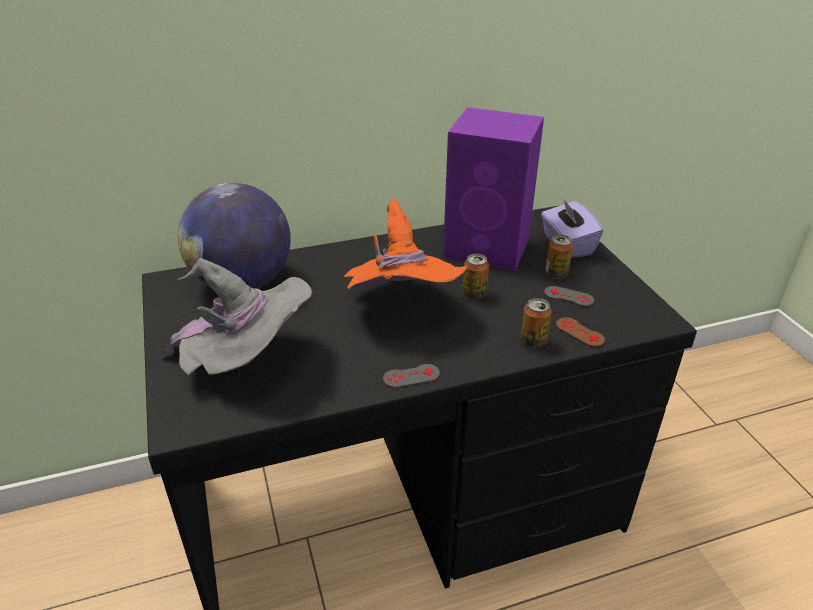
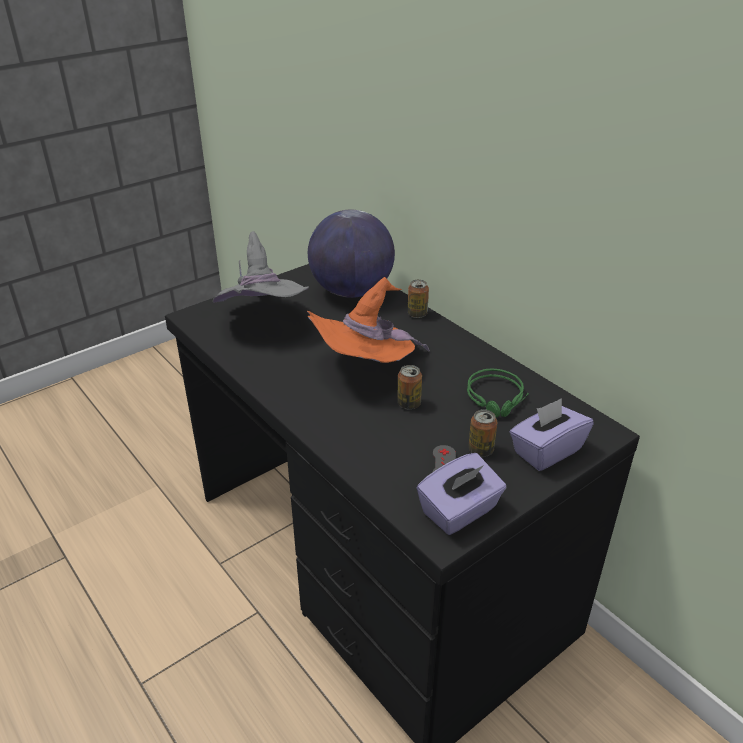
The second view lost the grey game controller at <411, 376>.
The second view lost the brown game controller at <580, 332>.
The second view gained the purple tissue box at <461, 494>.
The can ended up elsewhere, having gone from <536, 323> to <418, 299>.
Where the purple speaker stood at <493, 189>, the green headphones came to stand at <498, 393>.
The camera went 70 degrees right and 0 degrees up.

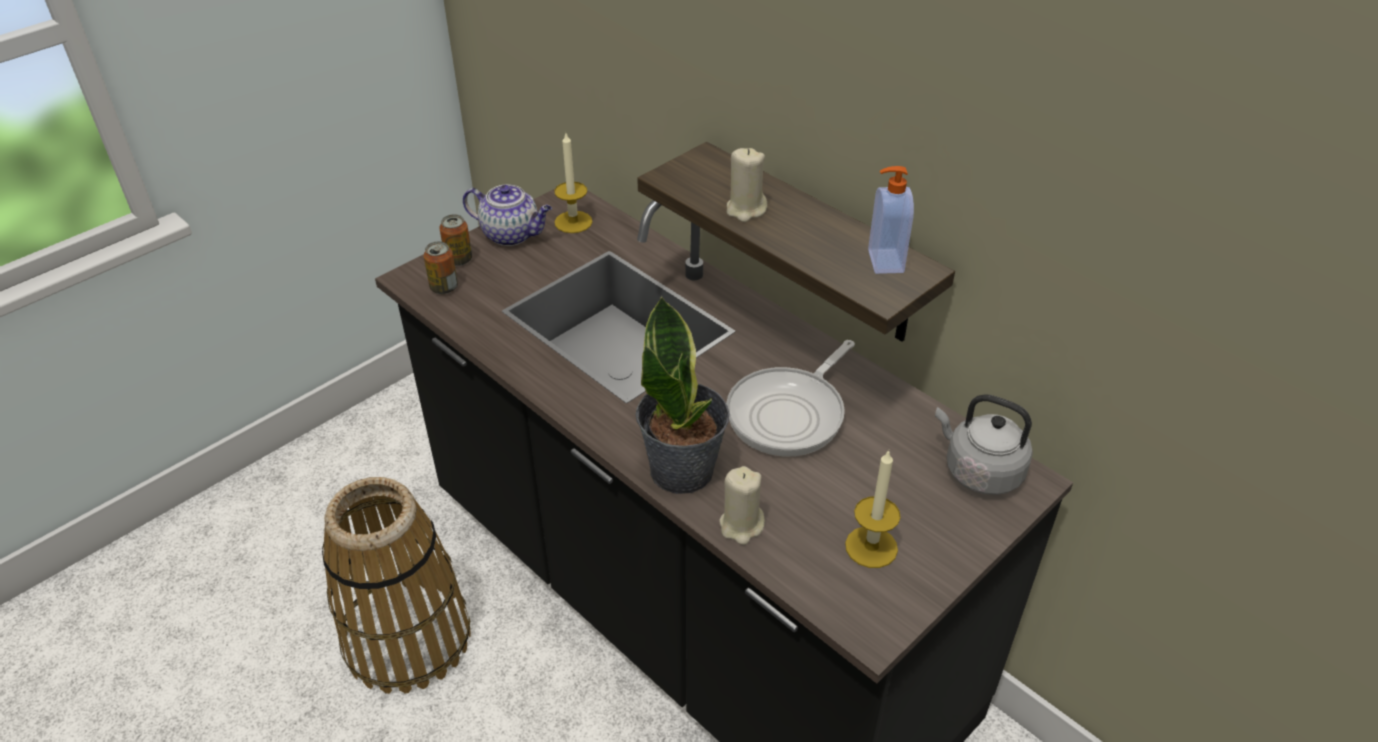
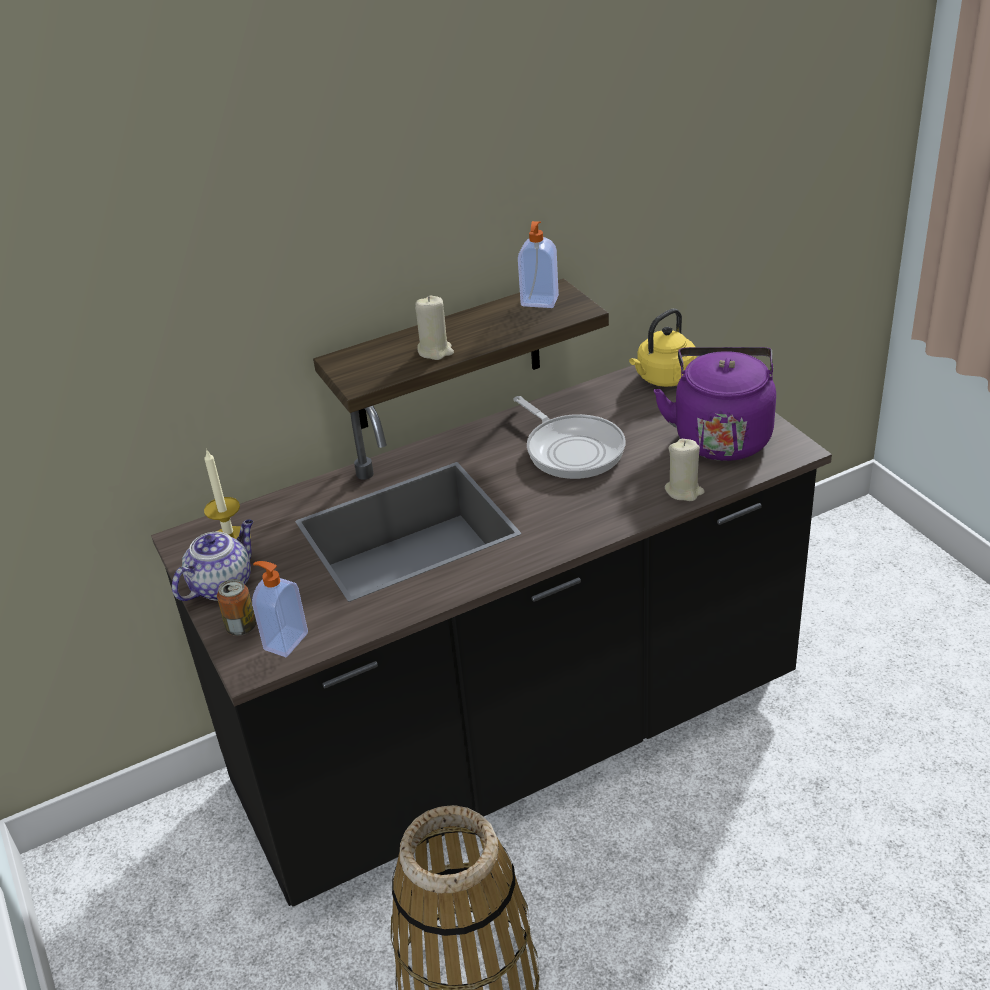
The second view lost the potted plant at <682, 395>.
Where the can stood at <441, 267>, the soap dispenser came to stand at <280, 609>.
Where the candle stood at <873, 509>, the purple kettle came to stand at <715, 404>.
What was the grey kettle at <984, 444> turned into the yellow kettle at <663, 347>.
The camera went 70 degrees left and 5 degrees down.

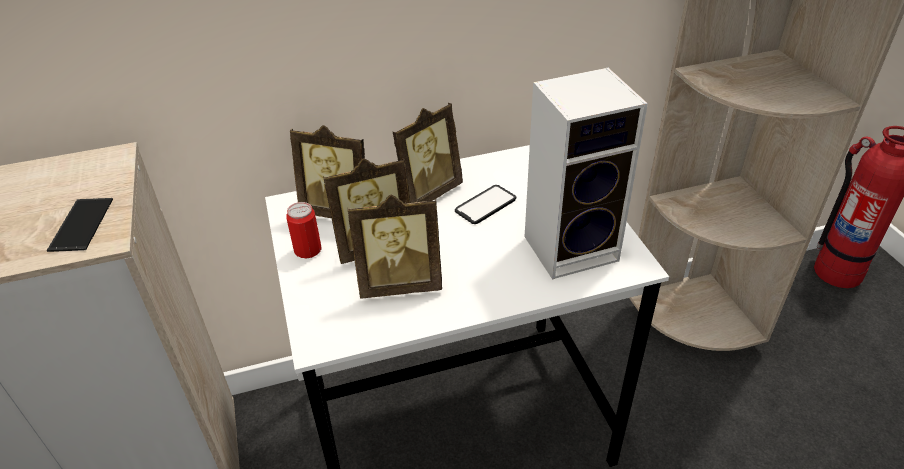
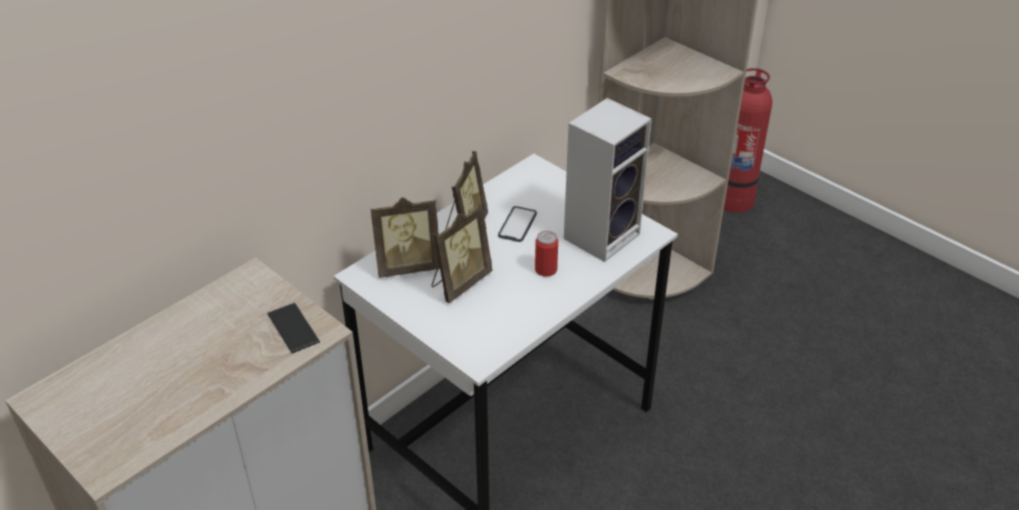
The second view lost the picture frame at <395, 247>.
The can ended up elsewhere, having gone from <304, 230> to <546, 254>.
The camera went 30 degrees left and 0 degrees up.

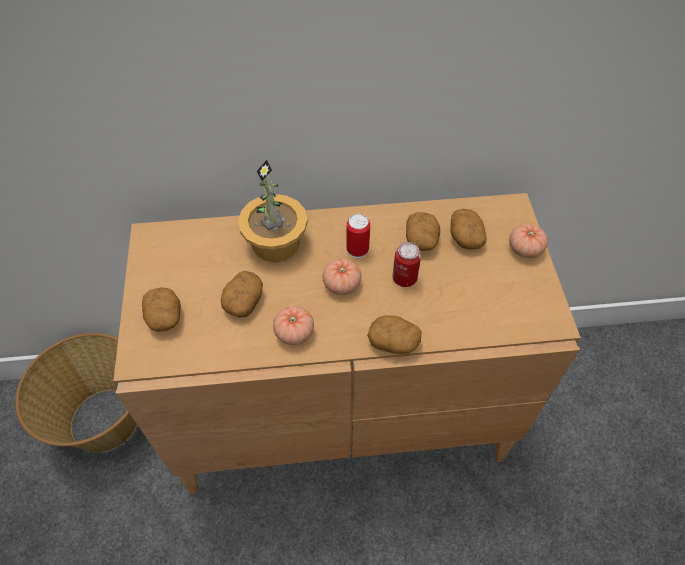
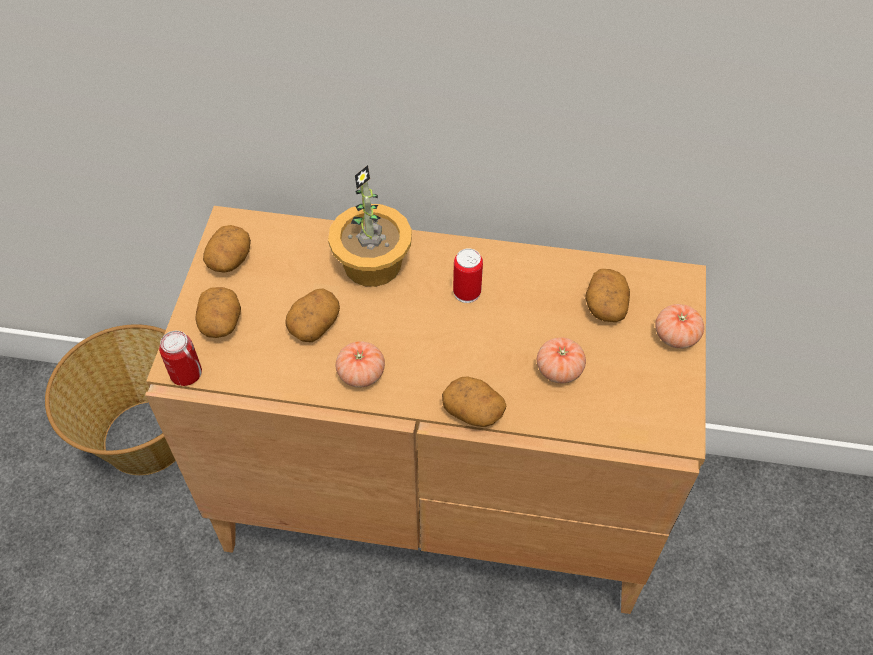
The tomato ended up elsewhere, having gone from <341, 277> to <561, 360>.
The can ended up elsewhere, having gone from <406, 264> to <180, 358>.
The potato ended up elsewhere, having gone from <423, 231> to <227, 249>.
The camera went 15 degrees right and 0 degrees up.

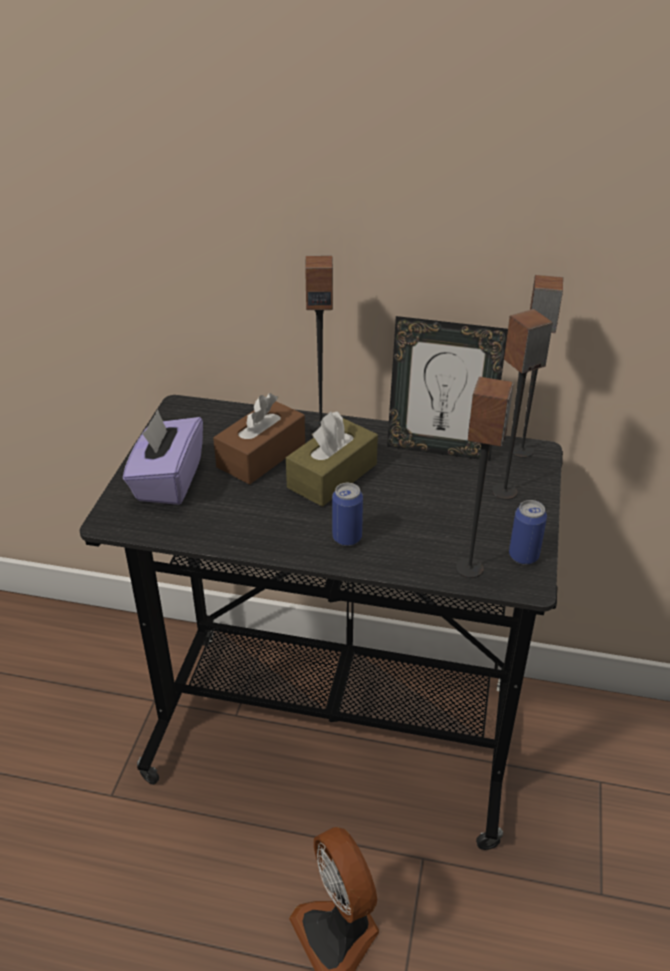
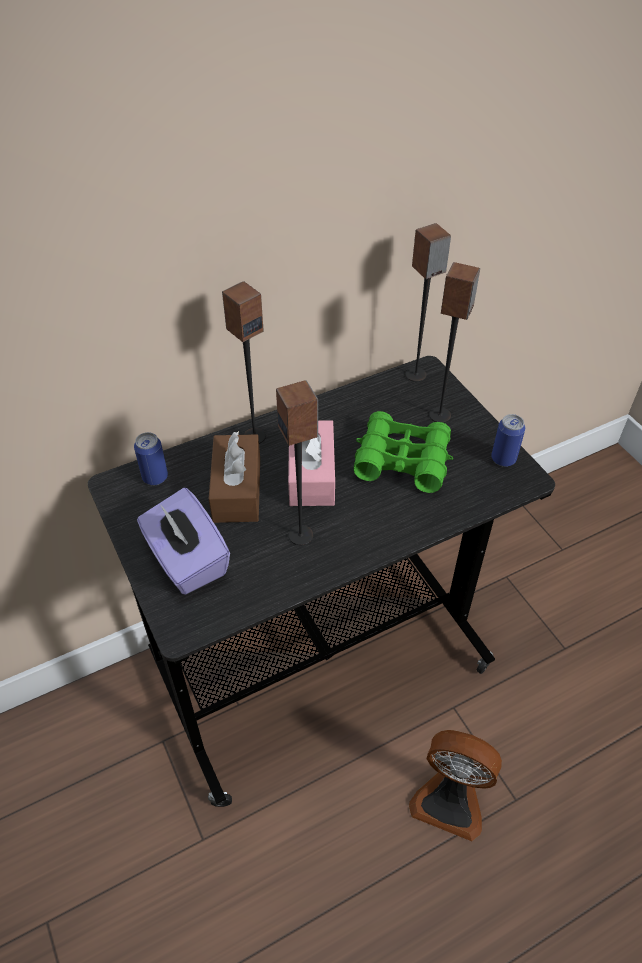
The second view lost the picture frame at <447, 388>.
The second view gained the green binoculars at <403, 452>.
The can ended up elsewhere, having gone from <347, 514> to <151, 458>.
The speaker ended up elsewhere, having gone from <485, 477> to <297, 462>.
What was the brown tissue box at <332, 459> turned into the pink tissue box at <311, 463>.
The camera went 40 degrees left and 10 degrees up.

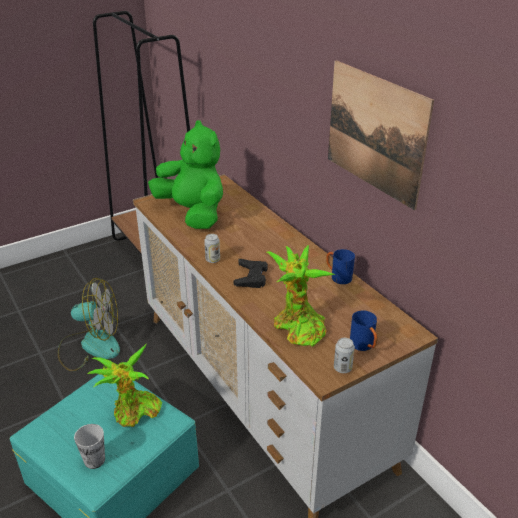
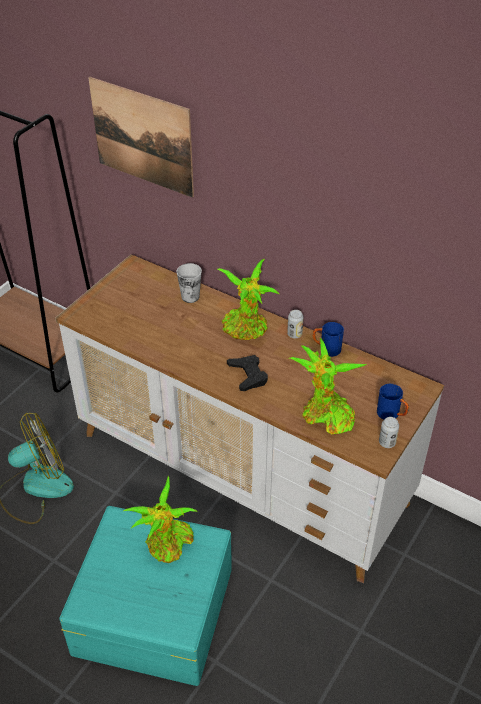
The second view lost the green plush toy at <185, 174>.
The second view gained the potted plant at <248, 299>.
The cup ended up elsewhere, having gone from <89, 446> to <189, 283>.
The can ended up elsewhere, having gone from <212, 248> to <295, 324>.
The picture ended up elsewhere, having gone from <381, 135> to <141, 137>.
The camera went 25 degrees left and 10 degrees up.

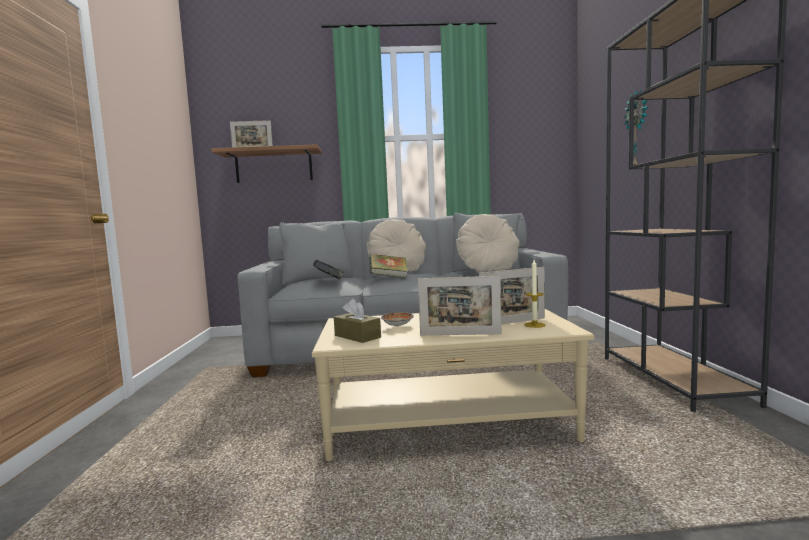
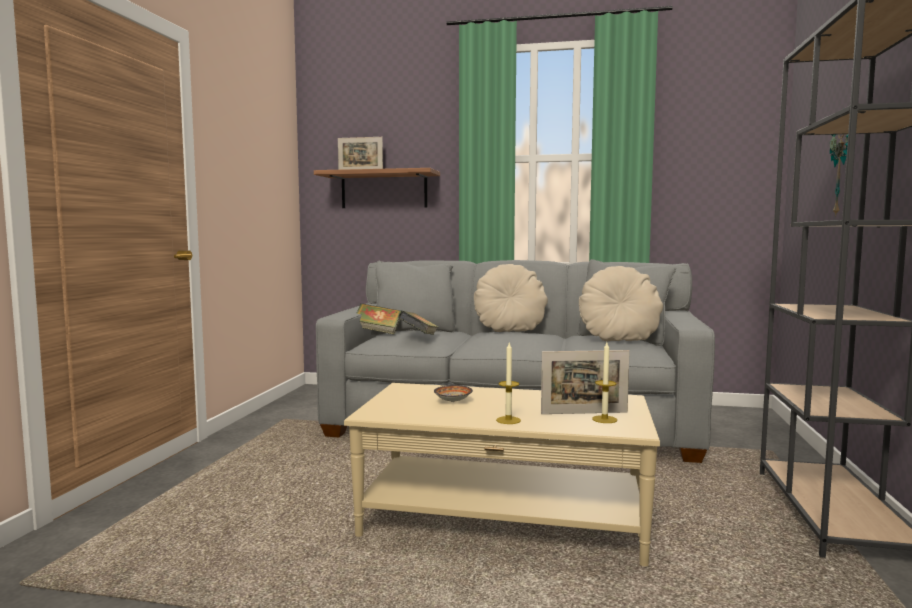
The second view lost the brown tissue box at <357, 321>.
The book ended up elsewhere, having gone from <389, 266> to <379, 319>.
Where the picture frame stood at <460, 305>, the candle came to stand at <508, 383>.
The camera went 15 degrees right and 0 degrees up.

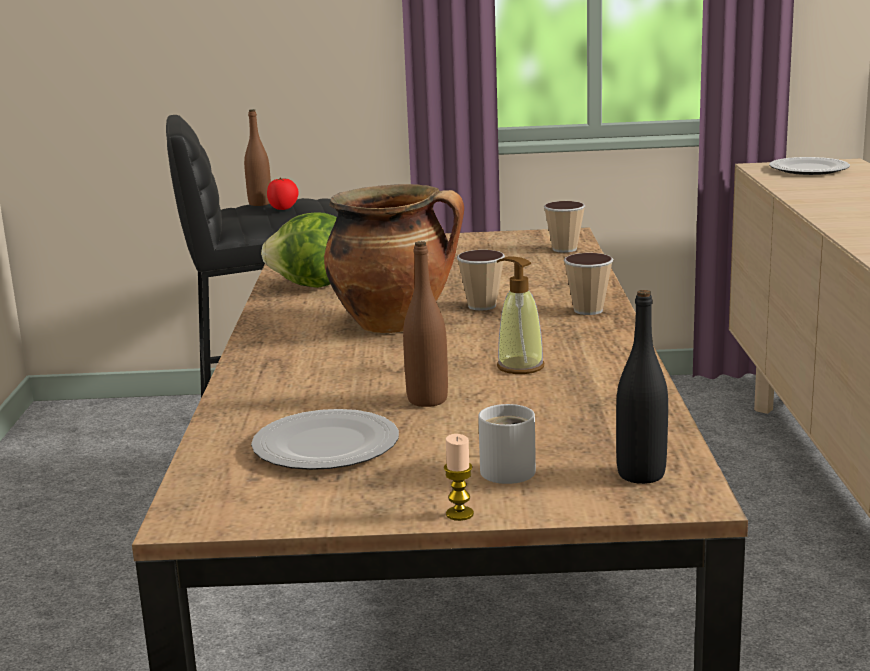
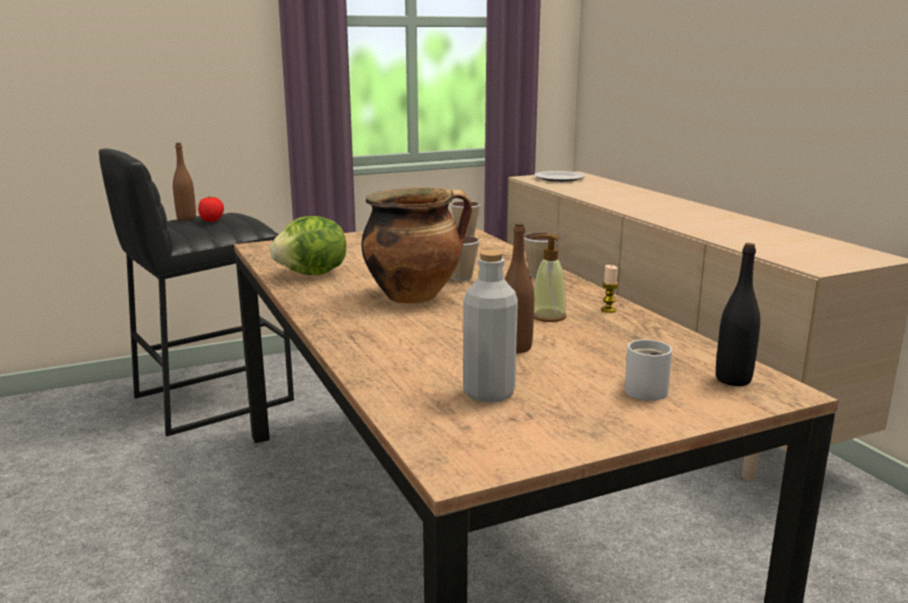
The candle ended up elsewhere, having gone from <459, 477> to <609, 289>.
Where the plate stood at <325, 439>, the grey bottle came to stand at <490, 326>.
The camera went 25 degrees left and 0 degrees up.

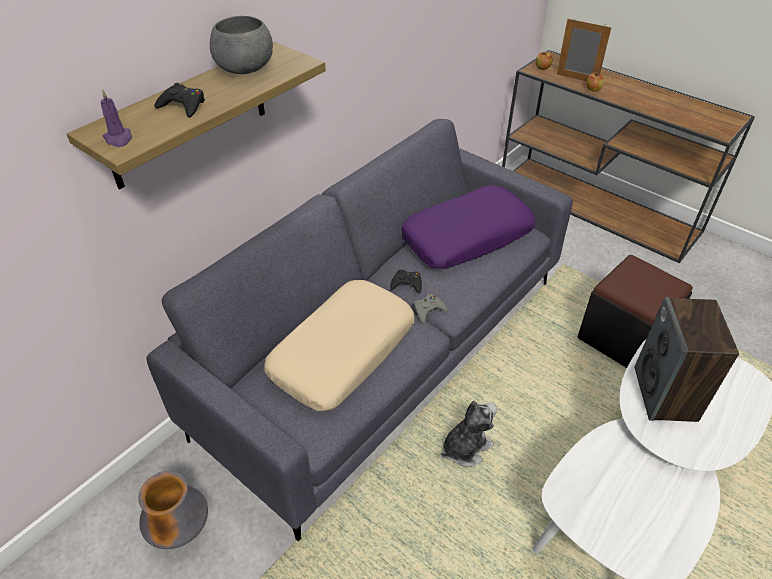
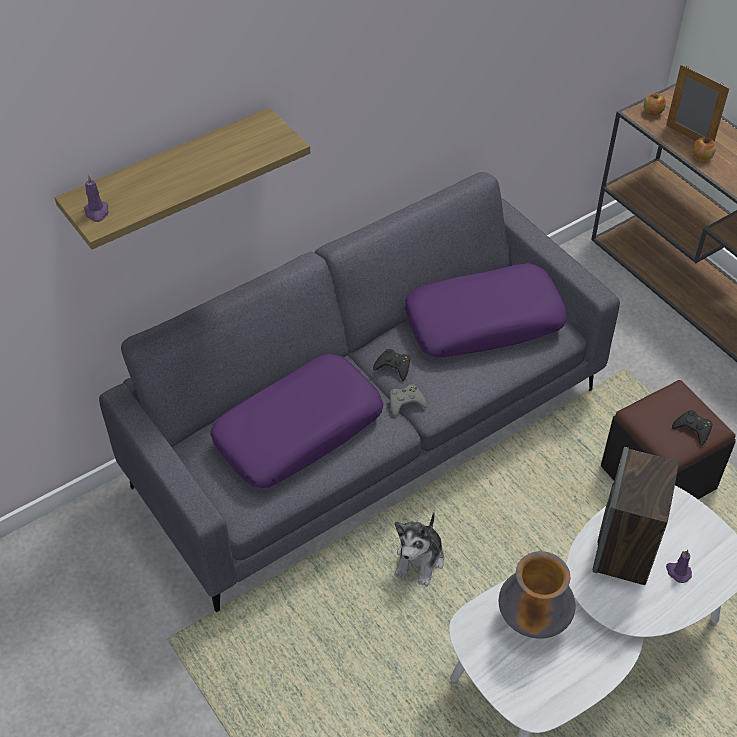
The second view lost the grey bowl at <241, 45>.
The second view gained the purple candle at <679, 566>.
The vase ended up elsewhere, having gone from <173, 510> to <537, 595>.
The black game controller ended up elsewhere, having gone from <179, 100> to <692, 428>.
What was the beige pillow at <339, 345> turned into the purple pillow at <296, 421>.
The plush toy at <469, 434> ended up facing another way, 135 degrees clockwise from before.
The camera went 15 degrees right and 5 degrees up.

